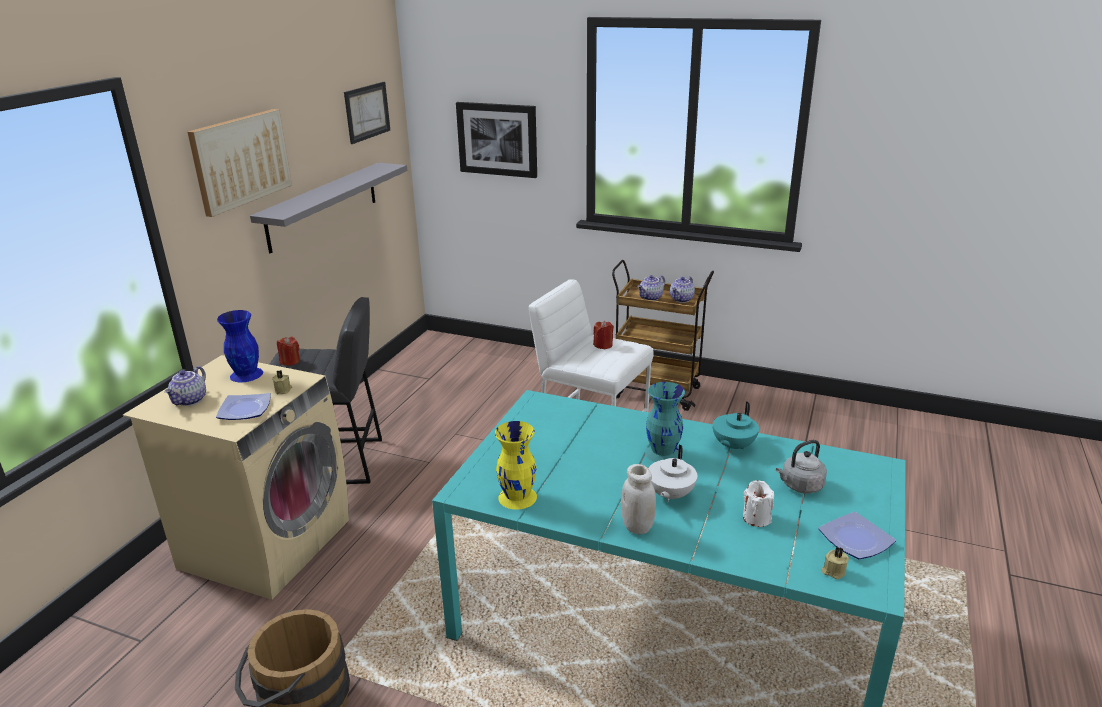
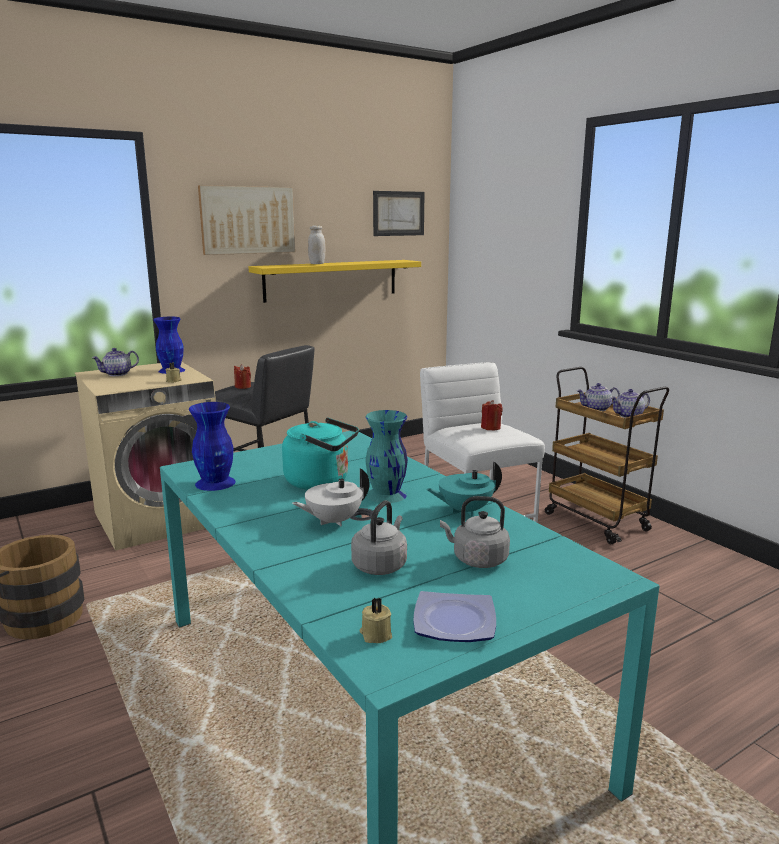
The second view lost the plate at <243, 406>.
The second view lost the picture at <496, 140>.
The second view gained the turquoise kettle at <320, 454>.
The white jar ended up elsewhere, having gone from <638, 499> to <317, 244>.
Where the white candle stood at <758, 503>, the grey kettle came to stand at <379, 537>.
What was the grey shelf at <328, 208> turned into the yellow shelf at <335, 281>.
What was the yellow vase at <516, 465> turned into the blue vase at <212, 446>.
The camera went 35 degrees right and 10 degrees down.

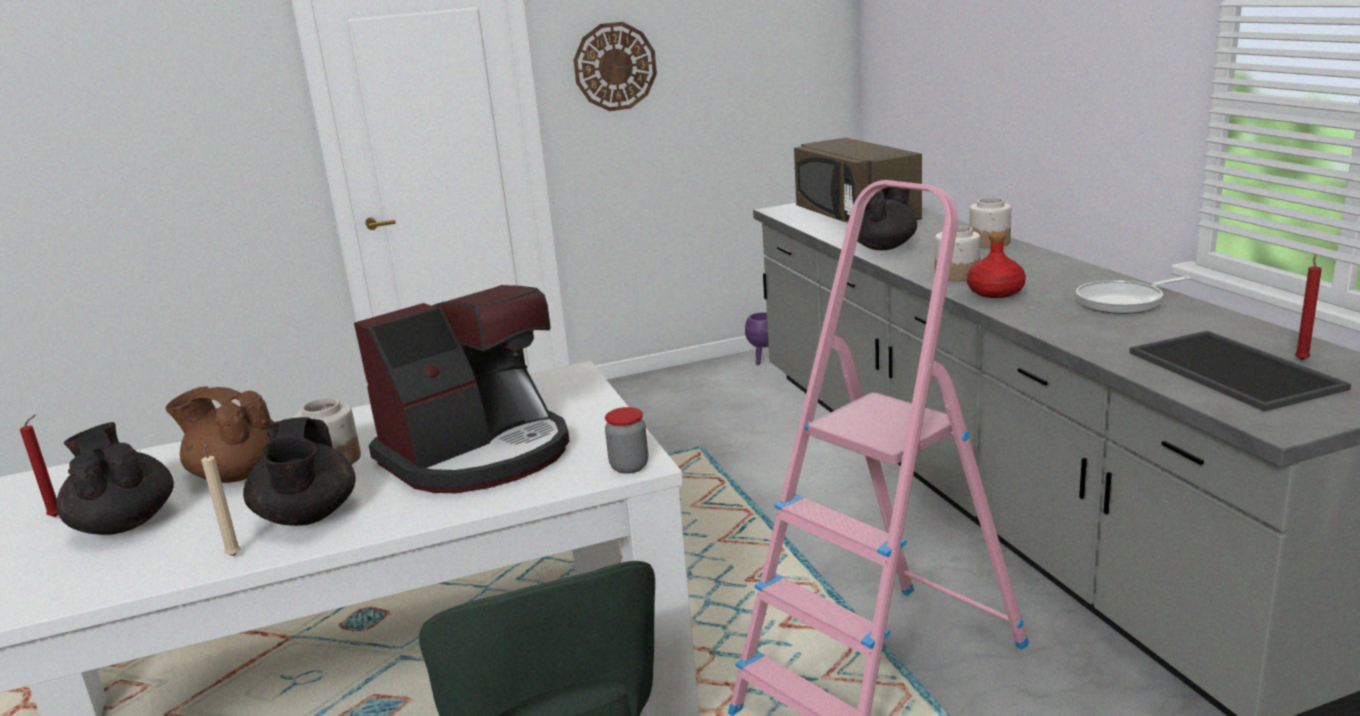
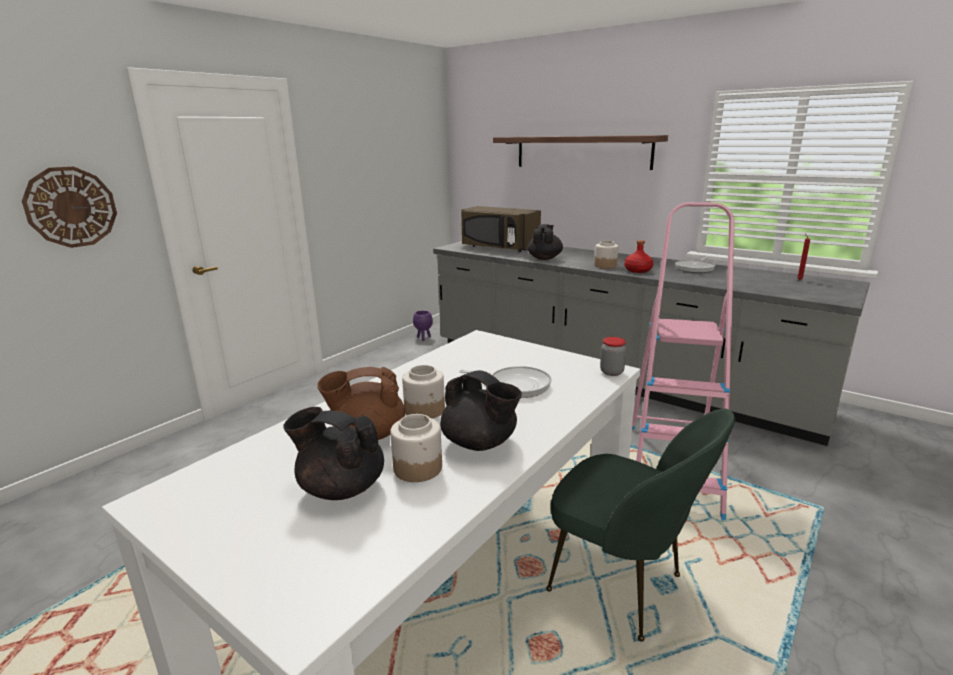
The second view lost the red candle at <39, 465>.
The second view lost the beige candle at <221, 499>.
The second view lost the tray at <1240, 371>.
The second view gained the shelf at <580, 152>.
The wall clock ended up elsewhere, having gone from <615, 66> to <69, 207>.
The jar ended up elsewhere, having gone from <990, 223> to <416, 448>.
Where the coffee machine stood at <462, 389>, the frying pan came to stand at <505, 382>.
The camera went 35 degrees left and 0 degrees up.

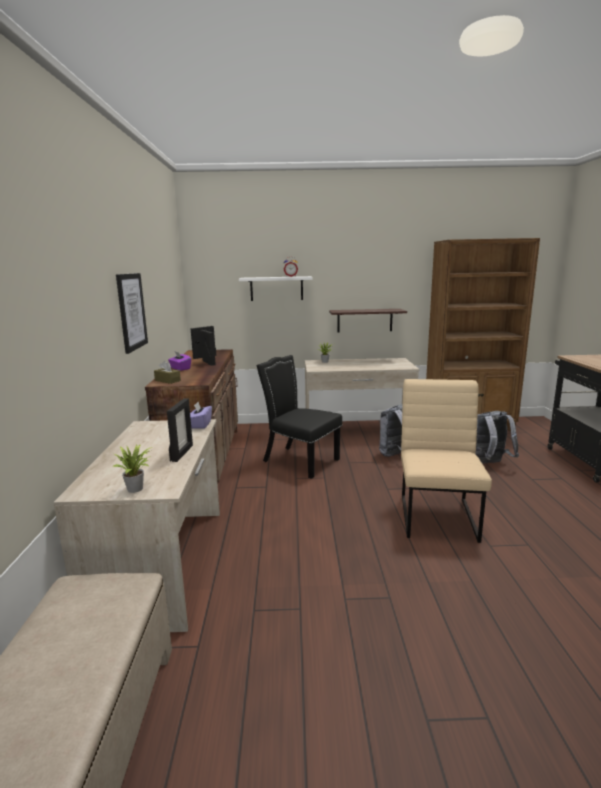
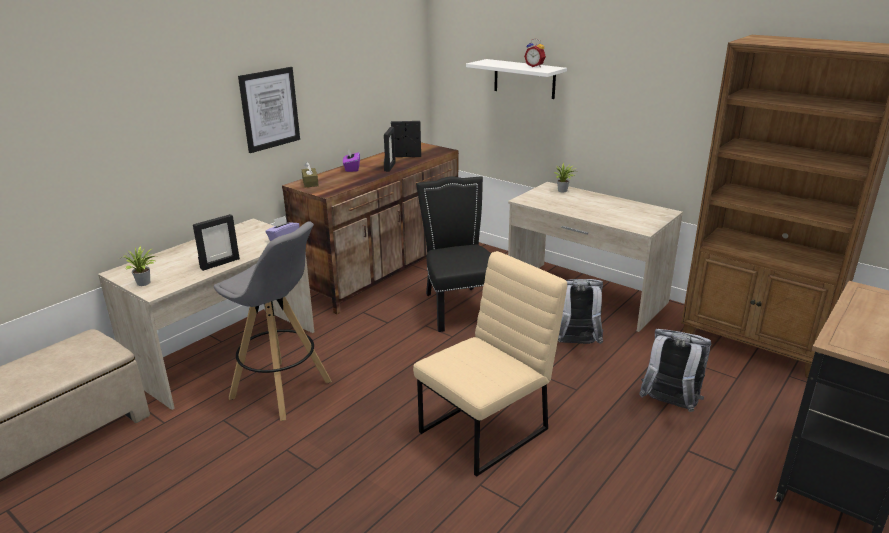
The second view lost the shelf at <368, 320>.
The second view gained the grey stool at <273, 321>.
The camera went 40 degrees right and 10 degrees up.

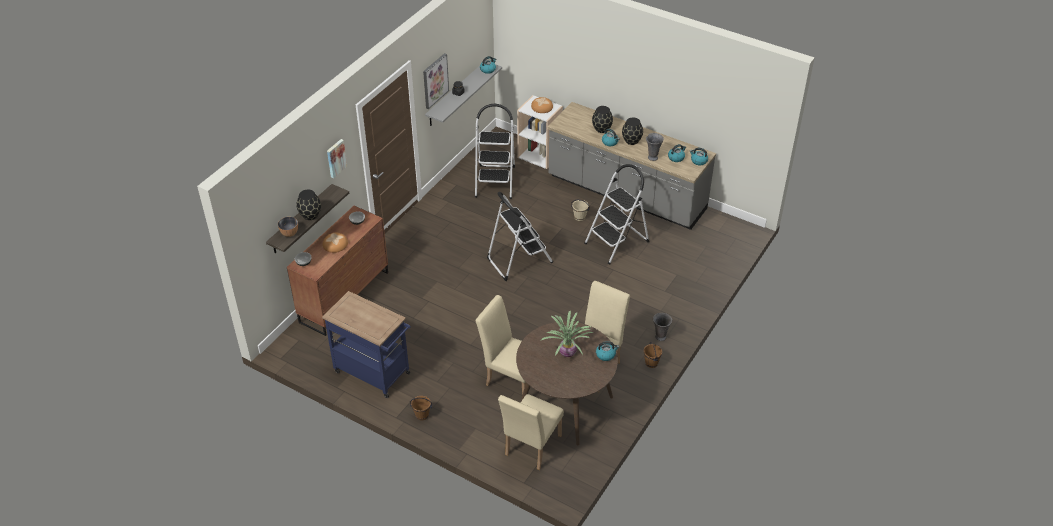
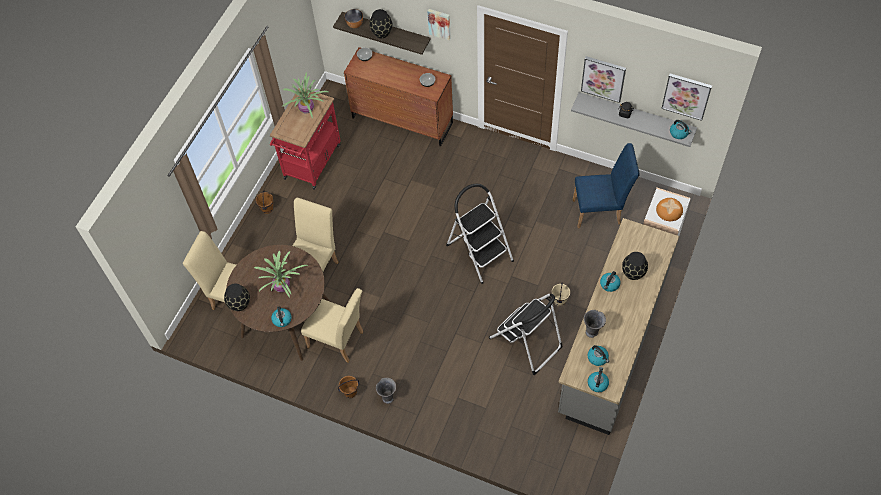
The second view lost the bread at <335, 243>.
The second view gained the potted plant at <305, 95>.
The second view gained the picture at <686, 97>.
The black vase ended up elsewhere, having gone from <632, 131> to <237, 297>.
Where the step ladder stood at <495, 151>, the blue chair came to stand at <606, 185>.
What was the blue cart at <366, 344> turned into the red cart at <305, 139>.
The camera went 85 degrees right and 15 degrees up.

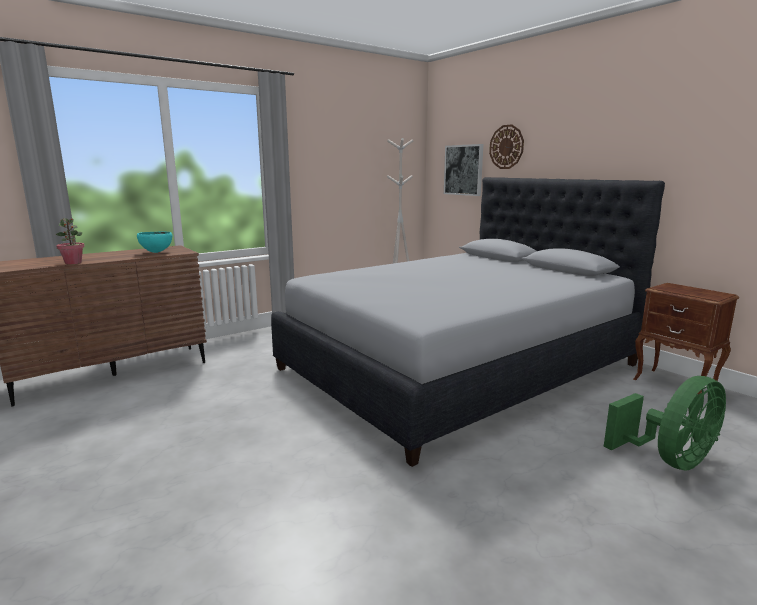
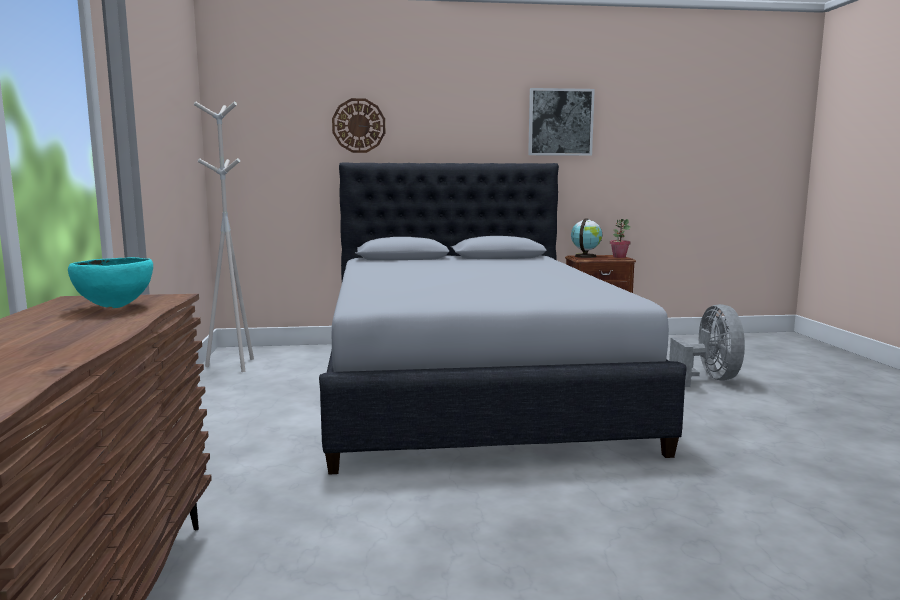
The second view gained the globe at <586, 238>.
The potted plant ended up elsewhere, having gone from <70, 241> to <620, 238>.
The picture ended up elsewhere, having gone from <463, 170> to <561, 122>.
What was the green fan at <665, 423> turned into the grey fan at <707, 345>.
The camera went 60 degrees left and 5 degrees down.

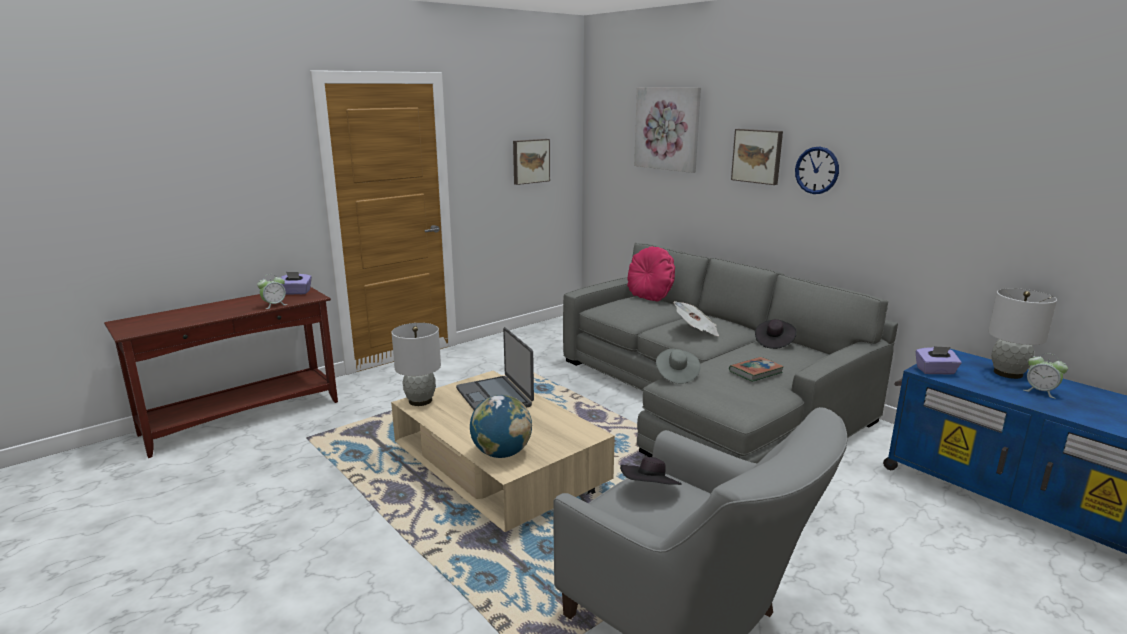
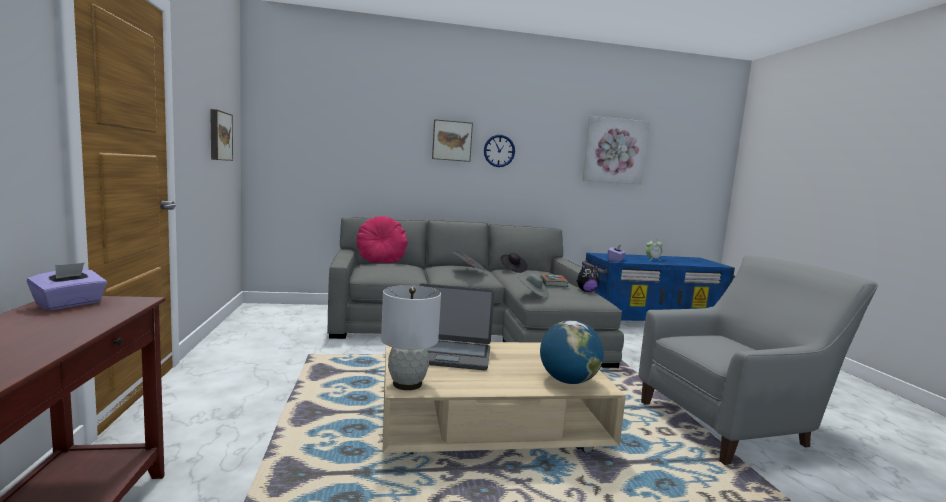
The second view lost the alarm clock at <272, 291>.
The second view lost the black hat at <651, 471>.
The second view lost the white table lamp at <1022, 333>.
The second view gained the plush toy at <588, 278>.
The picture ended up elsewhere, having gone from <667, 130> to <615, 150>.
The camera went 60 degrees left and 10 degrees down.

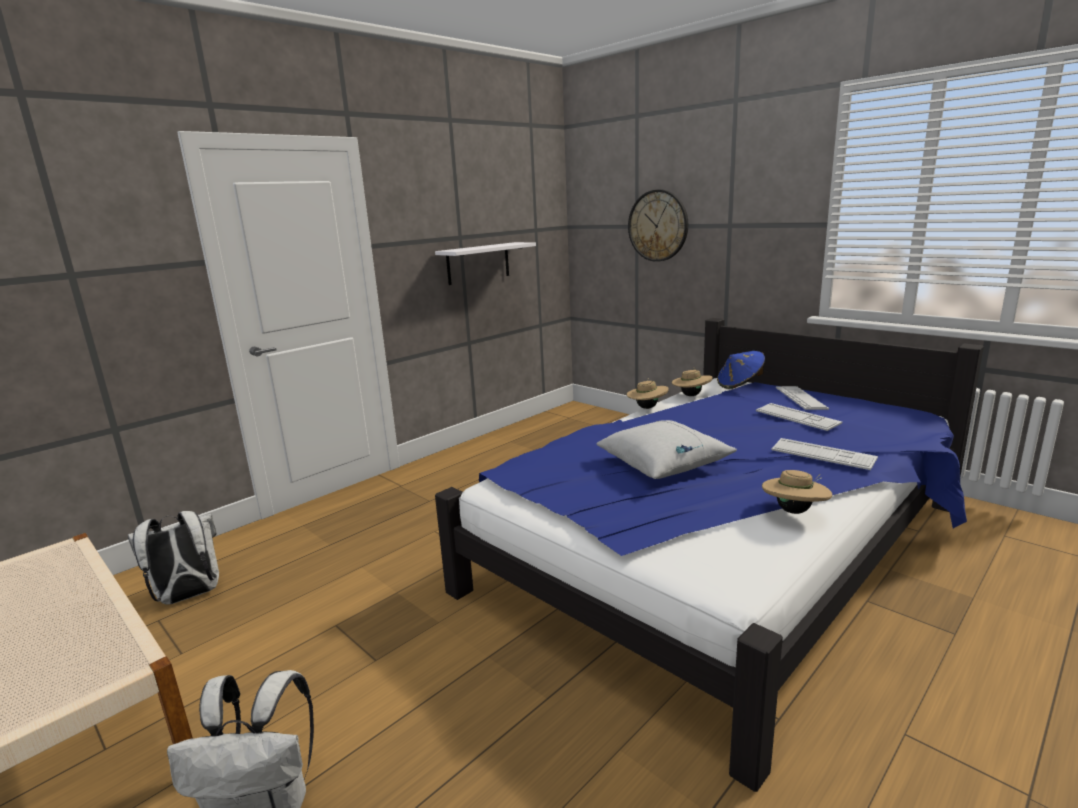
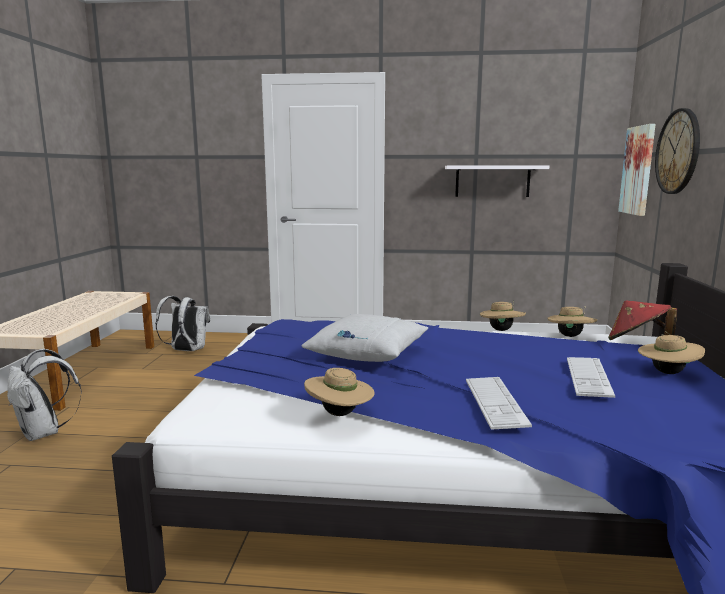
The second view gained the picture at <637, 170>.
Where the keyboard stood at <802, 398>, the beige hat came to stand at <671, 352>.
What was the blue hat at <741, 370> turned into the red hat at <642, 320>.
The camera went 50 degrees right and 5 degrees down.

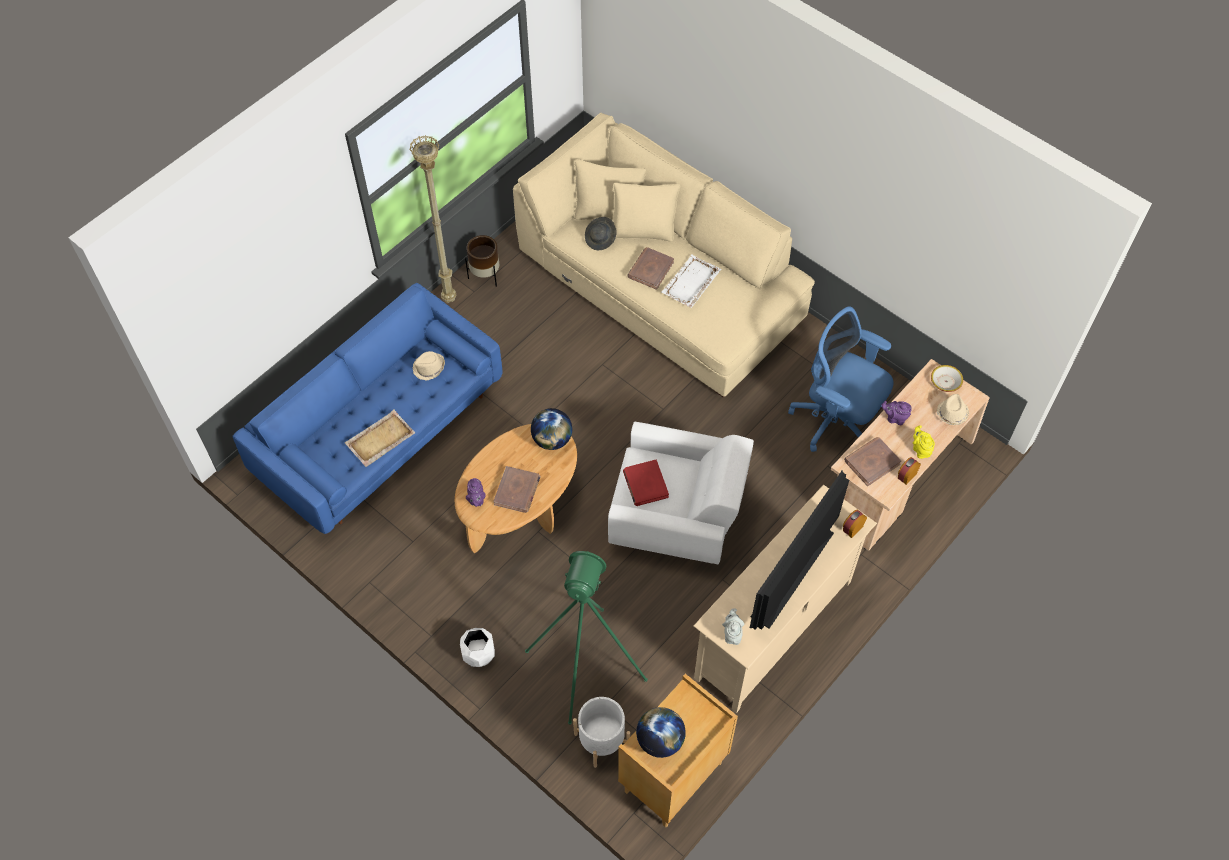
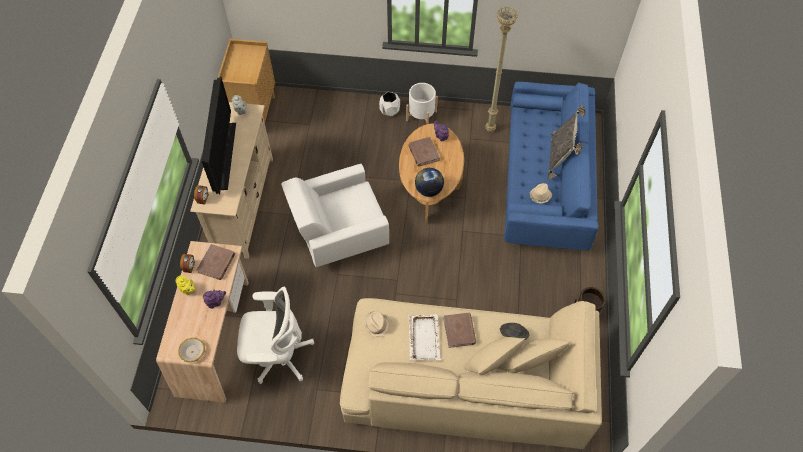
The second view lost the beige tray at <380, 438>.
The second view lost the green floor lamp at <586, 638>.
The second view lost the red book at <646, 483>.
The second view lost the globe at <661, 732>.
The second view gained the pillow at <566, 142>.
The beige floor lamp ended up elsewhere, having gone from <432, 219> to <501, 69>.
The white planter ended up elsewhere, having gone from <601, 732> to <422, 103>.
The beige hat ended up elsewhere, having gone from <953, 409> to <376, 324>.
What was the blue office chair at <841, 379> turned into the white office chair at <275, 335>.
The camera went 145 degrees right and 0 degrees up.

